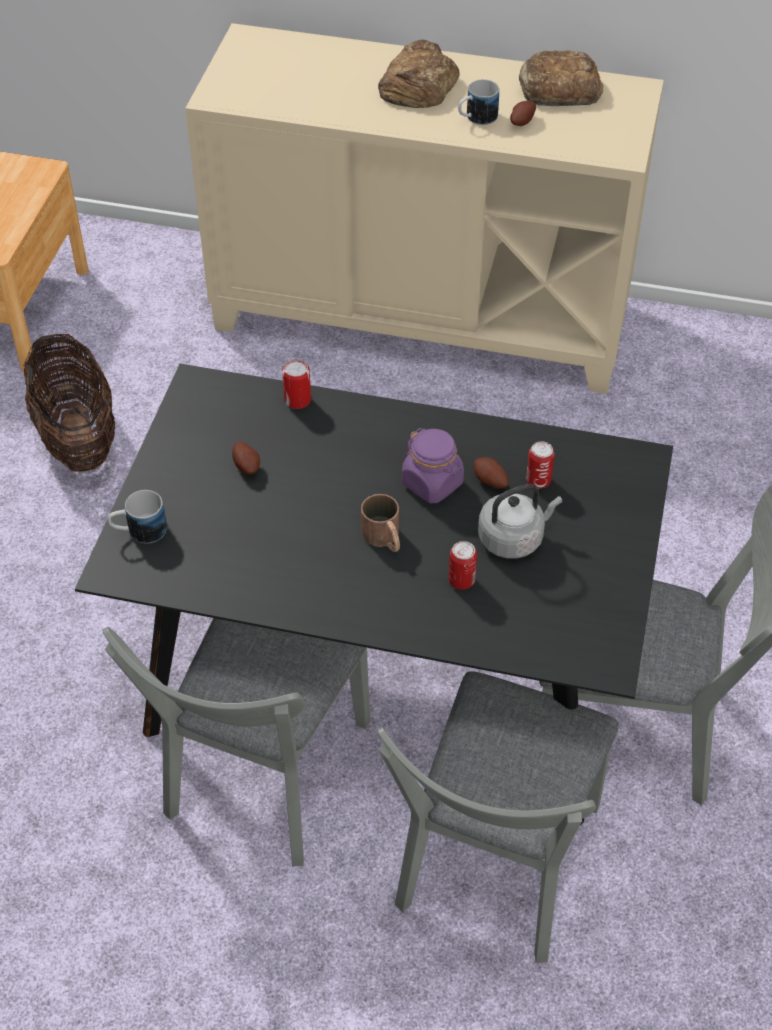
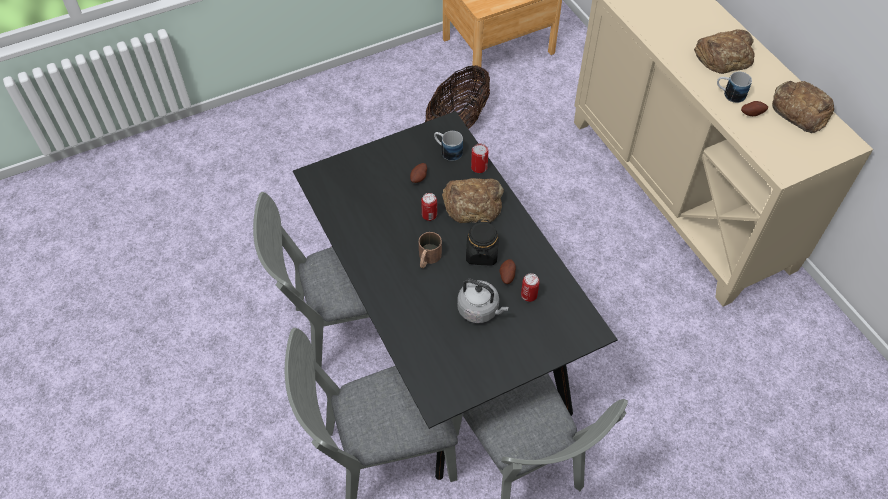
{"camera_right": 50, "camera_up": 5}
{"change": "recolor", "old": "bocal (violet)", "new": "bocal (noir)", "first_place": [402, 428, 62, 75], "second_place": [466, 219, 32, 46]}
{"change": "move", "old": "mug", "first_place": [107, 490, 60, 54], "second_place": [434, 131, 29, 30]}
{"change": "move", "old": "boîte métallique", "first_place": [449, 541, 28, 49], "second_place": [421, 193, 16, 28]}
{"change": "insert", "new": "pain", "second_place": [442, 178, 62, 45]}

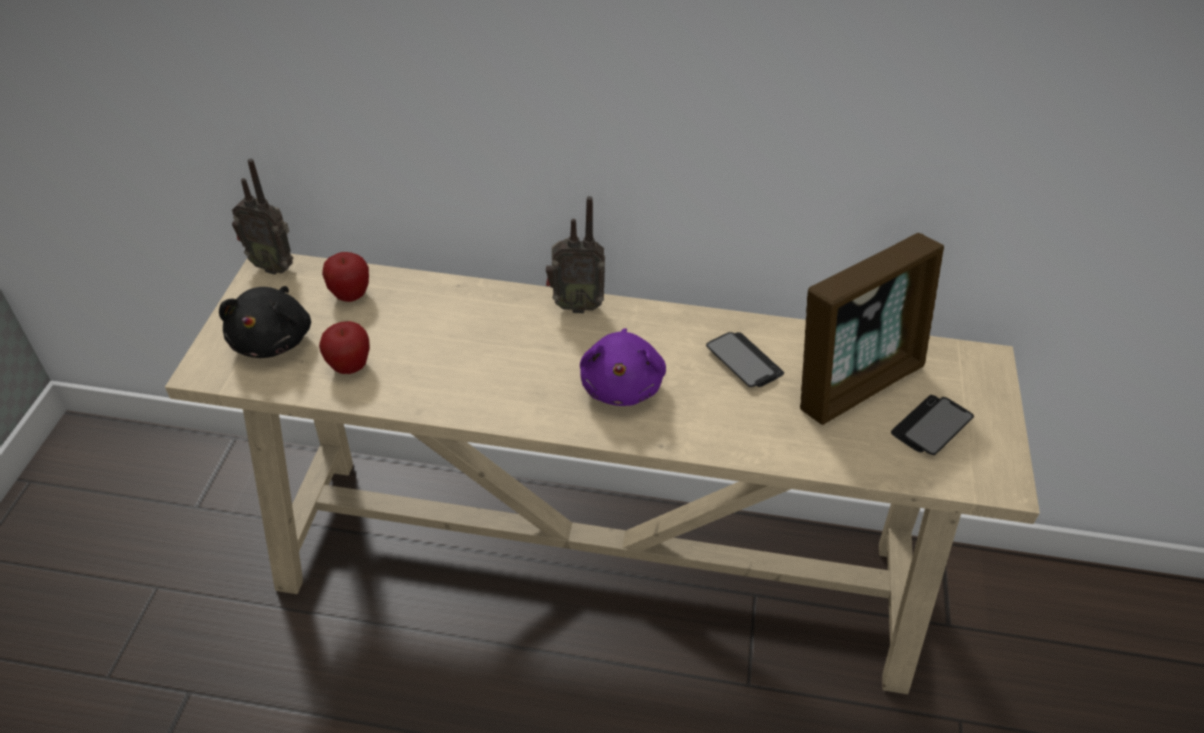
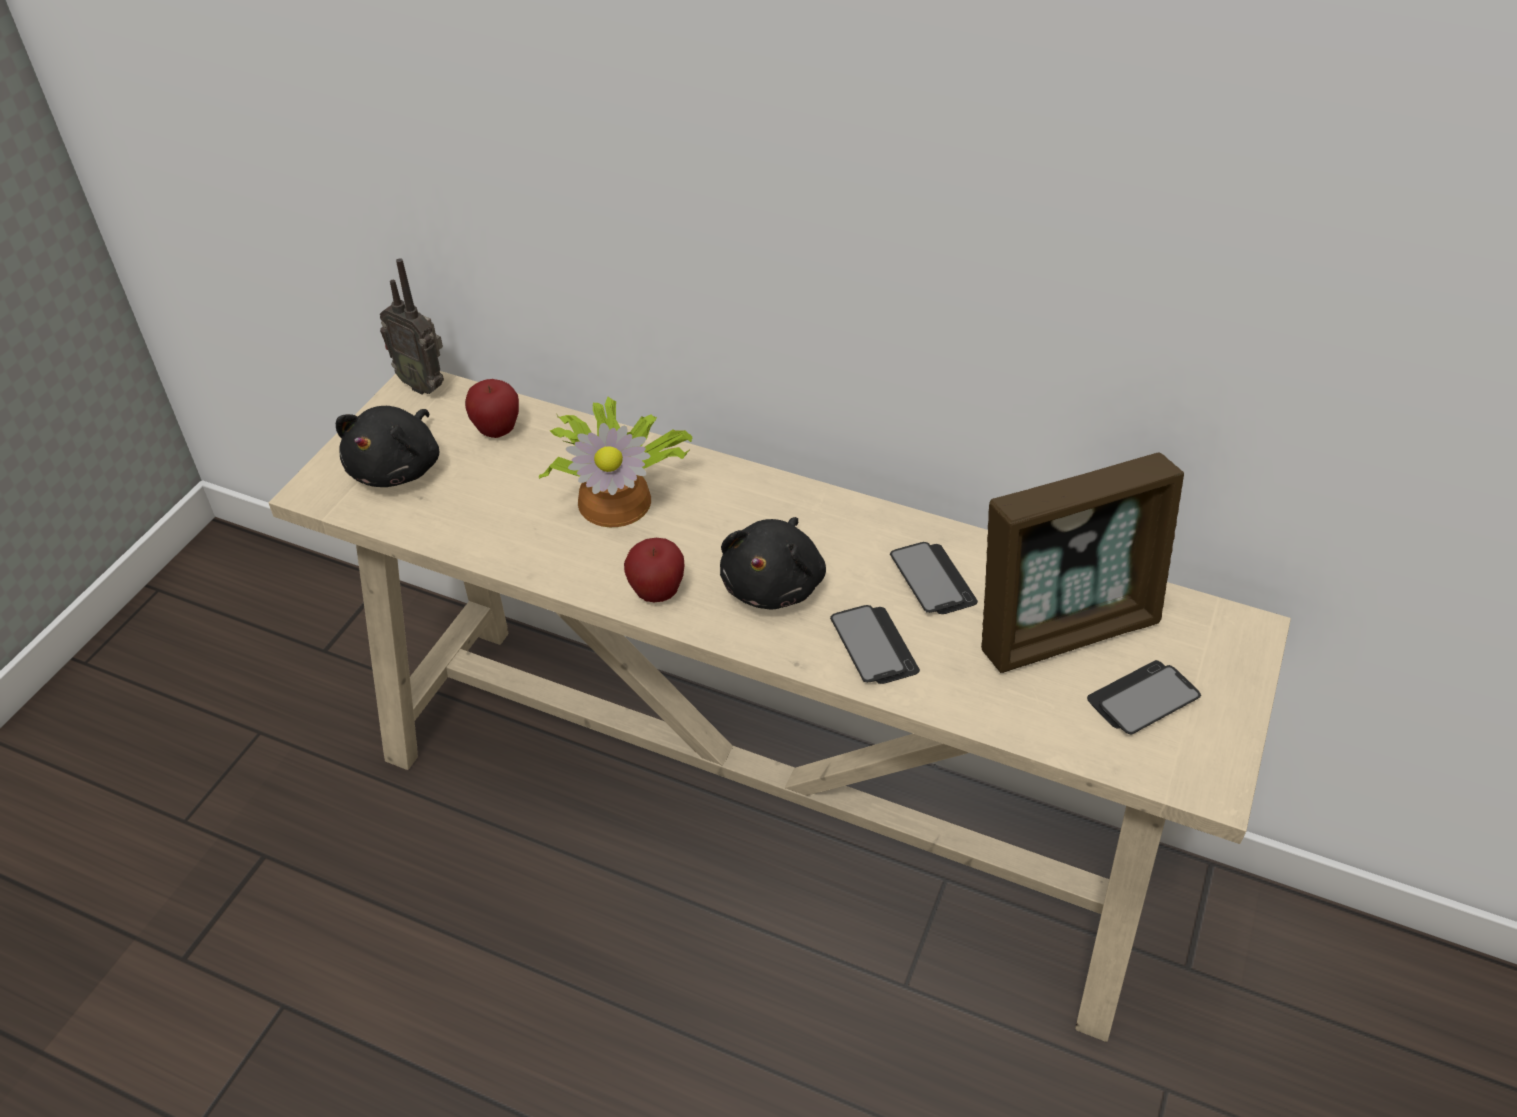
{"camera_right": 15, "camera_up": 0}
{"change": "delete", "old": "radio", "first_place": [546, 196, 59, 117]}
{"change": "move", "old": "pomme", "first_place": [319, 321, 51, 53], "second_place": [624, 538, 60, 64]}
{"change": "recolor", "old": "peluche (violet)", "new": "peluche (noir)", "first_place": [580, 328, 86, 78], "second_place": [720, 517, 106, 92]}
{"change": "insert", "new": "plante en pot", "second_place": [538, 397, 154, 130]}
{"change": "insert", "new": "téléphone", "second_place": [830, 605, 90, 79]}

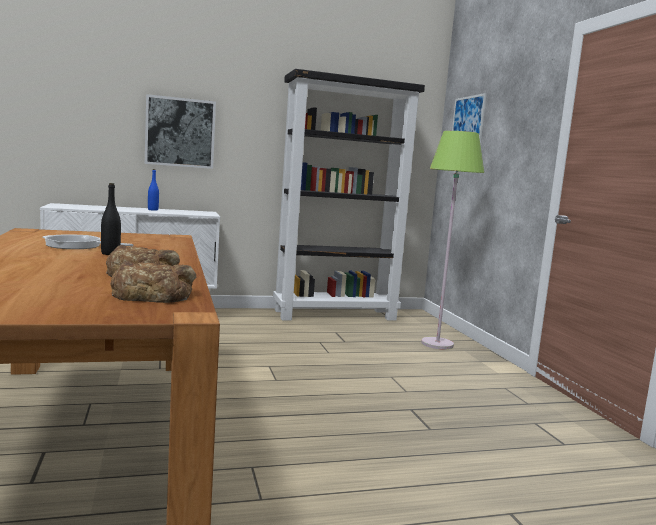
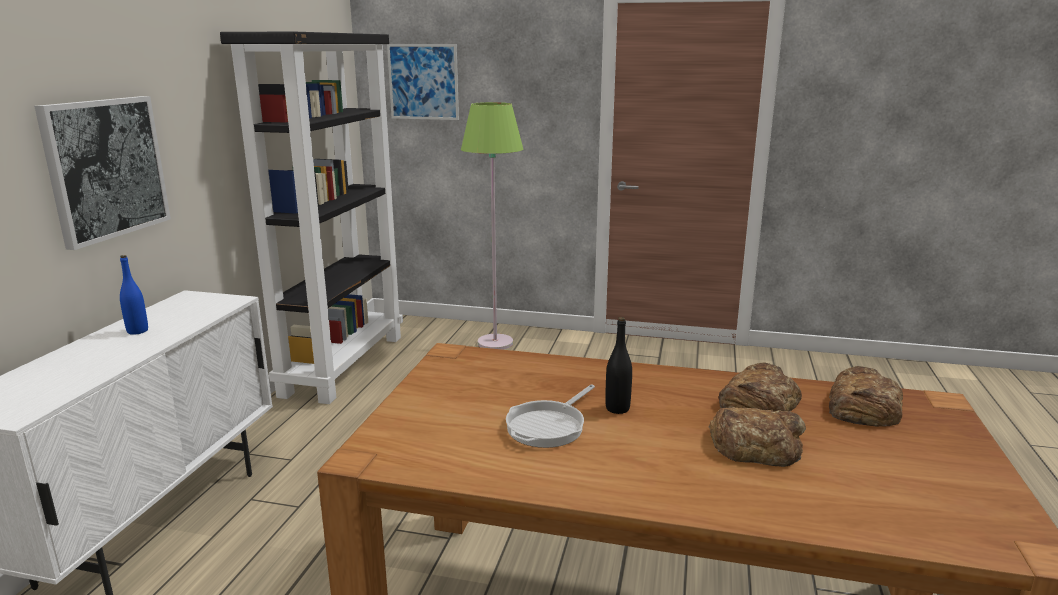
{"camera_right": -60, "camera_up": 10}
{"change": "insert", "new": "pain", "second_place": [709, 407, 97, 60]}

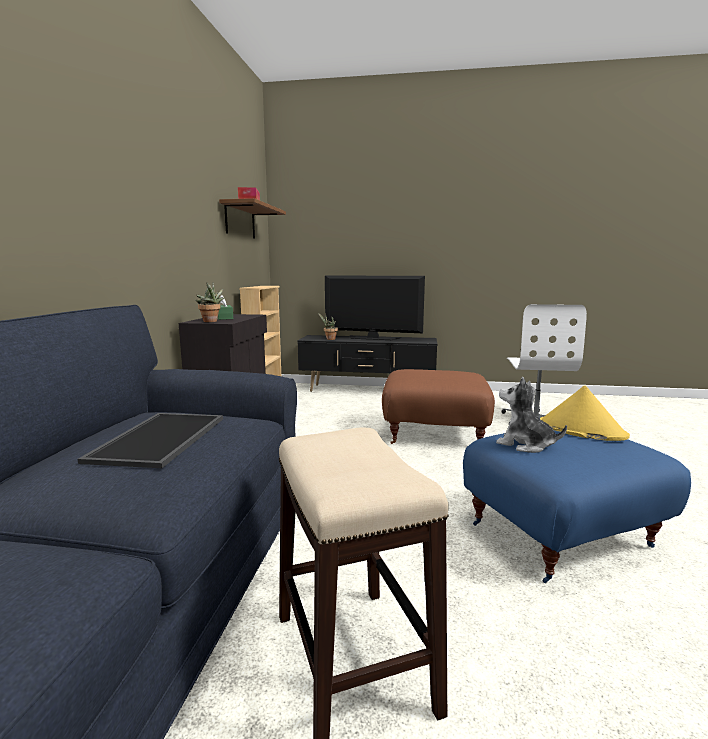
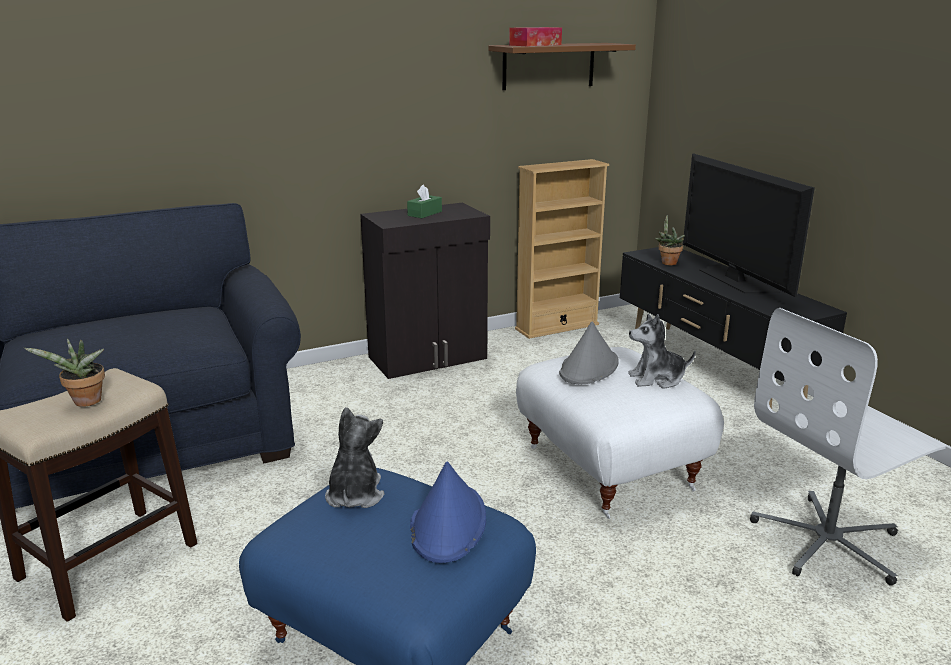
{"camera_right": 55, "camera_up": 10}
{"change": "move", "old": "plante en pot", "first_place": [196, 283, 29, 39], "second_place": [24, 338, 81, 69]}
{"change": "recolor", "old": "pouf (marron)", "new": "pouf (blanc)", "first_place": [382, 369, 113, 75], "second_place": [516, 347, 208, 172]}
{"change": "recolor", "old": "chapeau (jaune)", "new": "chapeau (bleu)", "first_place": [540, 385, 90, 56], "second_place": [410, 462, 76, 101]}
{"change": "delete", "old": "plateau", "first_place": [78, 413, 145, 55]}
{"change": "insert", "new": "peluche", "second_place": [628, 314, 68, 75]}
{"change": "insert", "new": "chapeau (gris)", "second_place": [559, 322, 60, 62]}

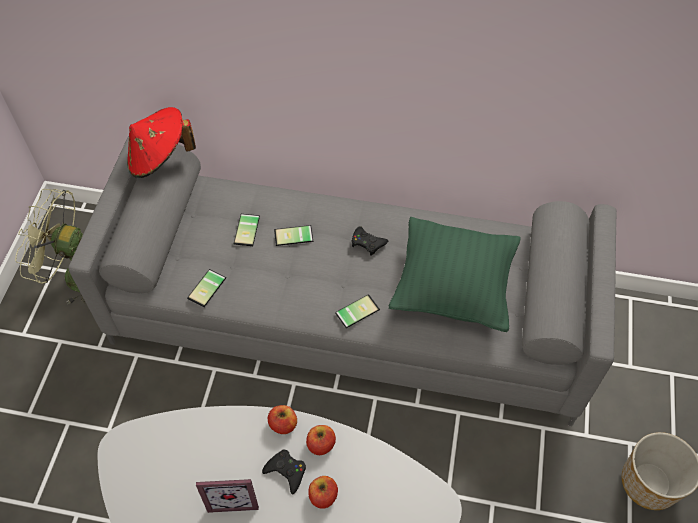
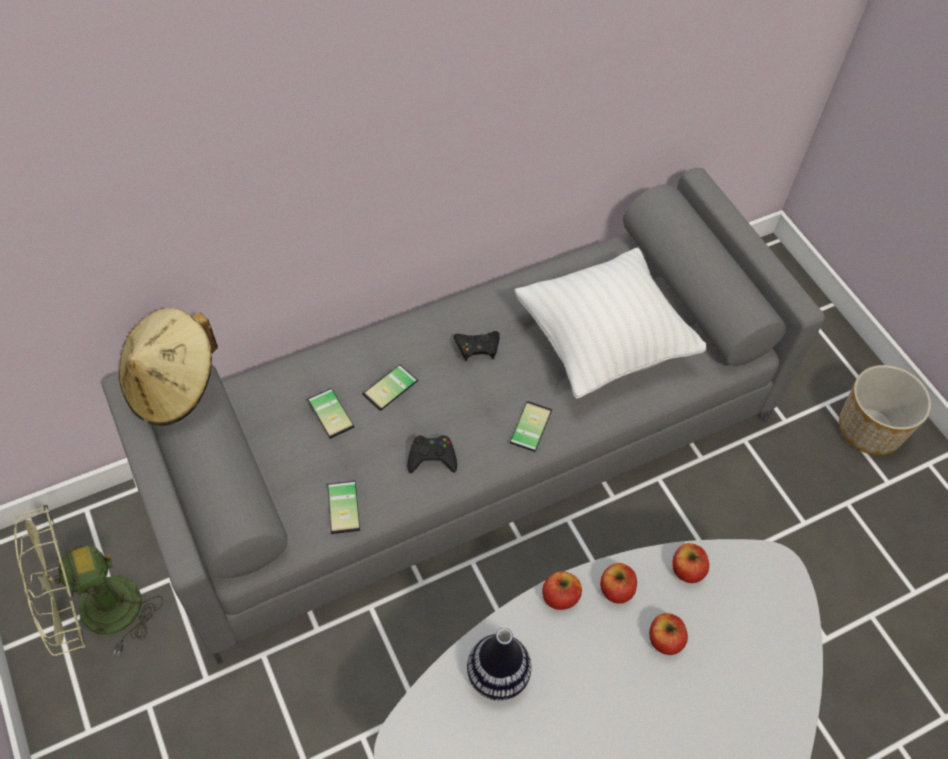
{"camera_right": -40, "camera_up": 0}
{"change": "recolor", "old": "chapeau (rouge)", "new": "chapeau (beige)", "first_place": [127, 107, 69, 71], "second_place": [119, 308, 99, 118]}
{"change": "recolor", "old": "coussin (vert)", "new": "coussin (blanc)", "first_place": [389, 217, 131, 115], "second_place": [514, 247, 193, 152]}
{"change": "move", "old": "manette (noir)", "first_place": [262, 449, 44, 45], "second_place": [407, 435, 50, 38]}
{"change": "delete", "old": "cadre photo", "first_place": [196, 479, 63, 34]}
{"change": "insert", "new": "pomme", "second_place": [672, 543, 37, 40]}
{"change": "insert", "new": "vase", "second_place": [467, 628, 64, 73]}

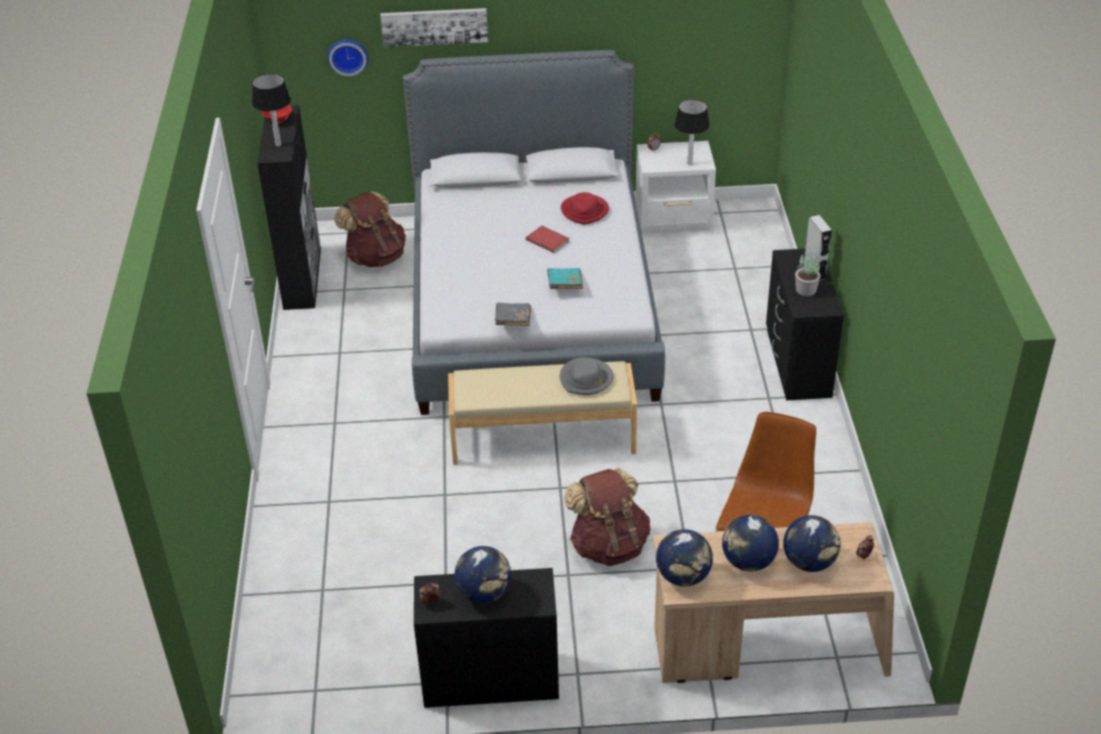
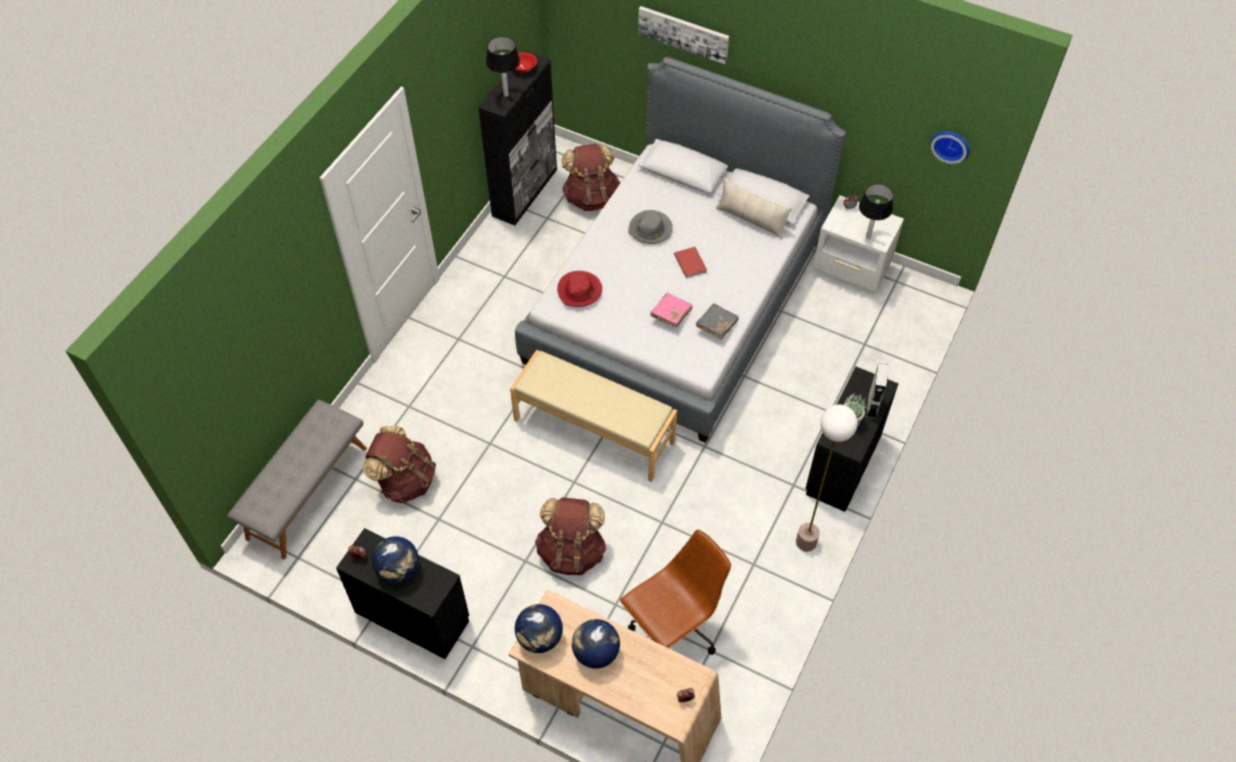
{"camera_right": 30, "camera_up": 15}
{"change": "move", "old": "horloge murale", "first_place": [327, 39, 42, 37], "second_place": [930, 131, 40, 33]}
{"change": "move", "old": "chapeau (rouge)", "first_place": [561, 192, 48, 33], "second_place": [557, 271, 45, 36]}
{"change": "recolor", "old": "livre (turquoise)", "new": "livre (rose)", "first_place": [547, 268, 36, 21], "second_place": [650, 293, 43, 35]}
{"change": "move", "old": "livre (gris)", "first_place": [495, 303, 36, 23], "second_place": [696, 303, 43, 36]}
{"change": "move", "old": "chapeau (gris)", "first_place": [560, 358, 53, 37], "second_place": [628, 210, 45, 34]}
{"change": "delete", "old": "globe", "first_place": [783, 515, 58, 57]}
{"change": "insert", "new": "coussin (beige)", "second_place": [716, 178, 76, 61]}
{"change": "insert", "new": "banc (gris)", "second_place": [227, 400, 140, 160]}
{"change": "insert", "new": "lampadaire", "second_place": [796, 404, 62, 148]}
{"change": "insert", "new": "sac à dos (marron)", "second_place": [363, 426, 73, 77]}

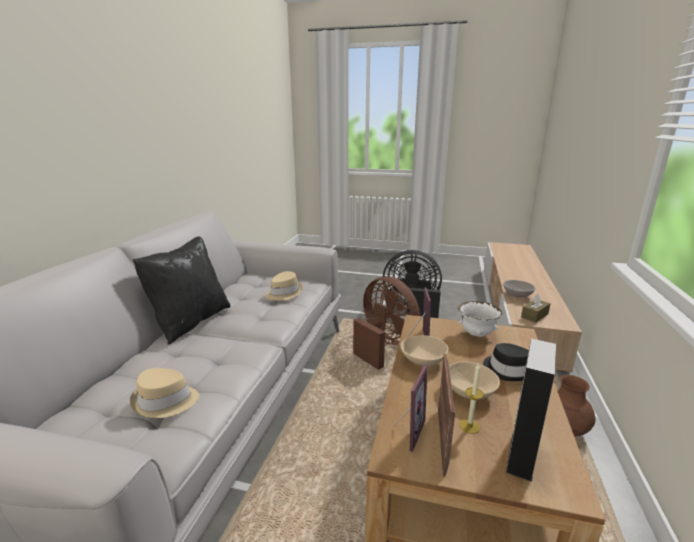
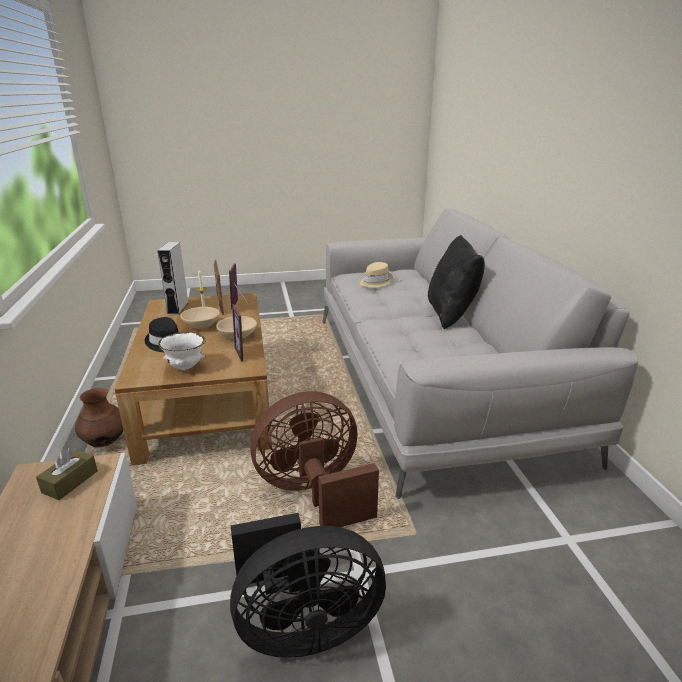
{"camera_right": 155, "camera_up": 5}
{"change": "delete", "old": "chapeau (beige)", "first_place": [265, 271, 37, 30]}
{"change": "rotate", "old": "ventilateur (marron)", "first_place": [353, 277, 67, 93], "second_place": [250, 391, 129, 136], "degrees": 135}
{"change": "delete", "old": "bol (gris)", "first_place": [503, 280, 32, 18]}

